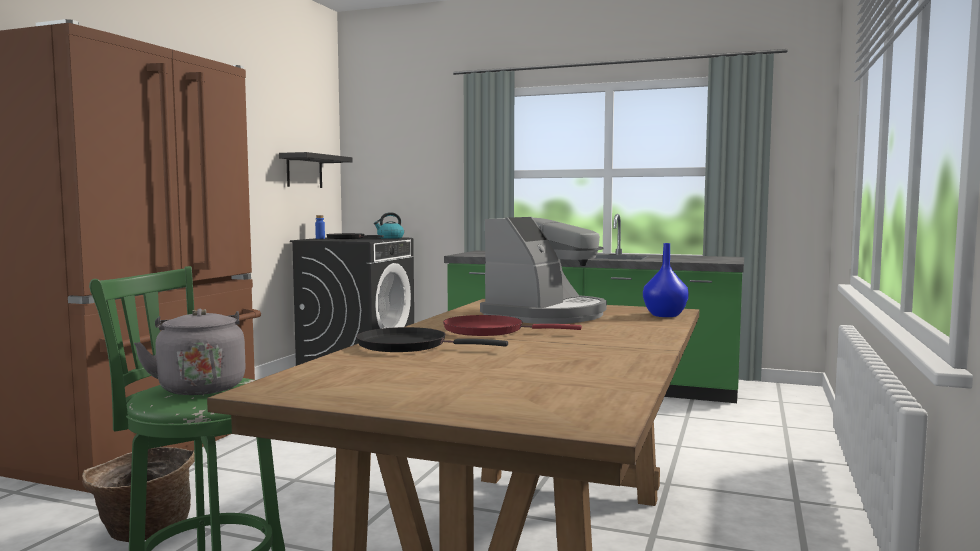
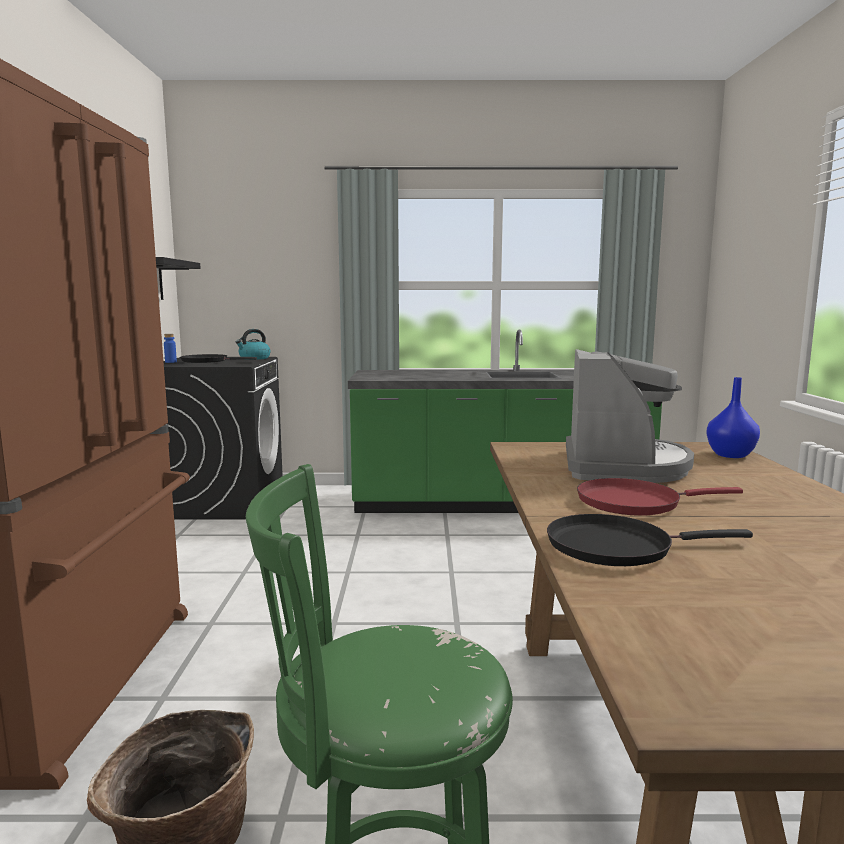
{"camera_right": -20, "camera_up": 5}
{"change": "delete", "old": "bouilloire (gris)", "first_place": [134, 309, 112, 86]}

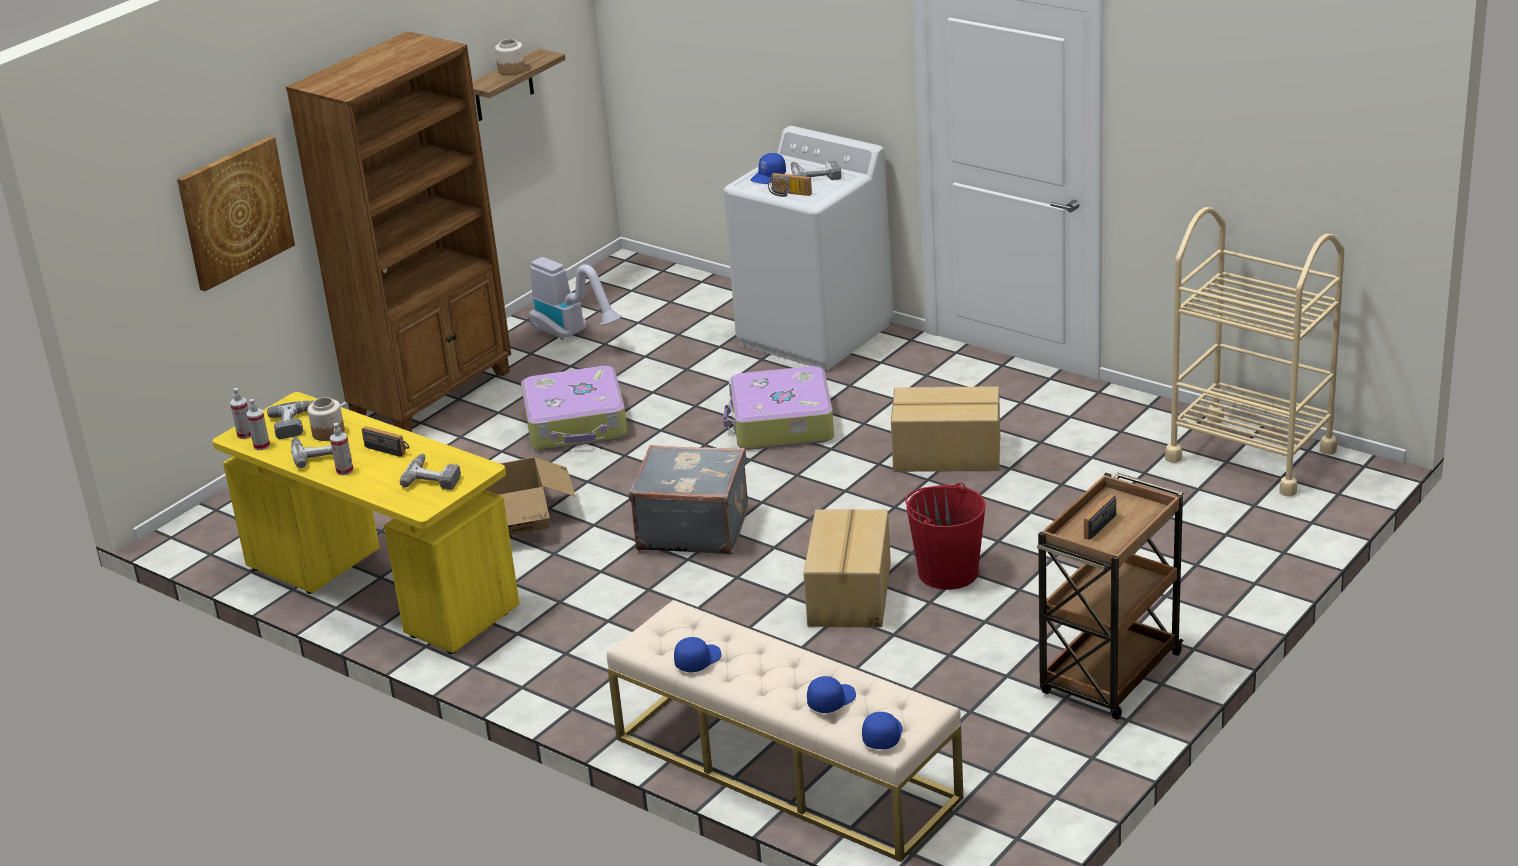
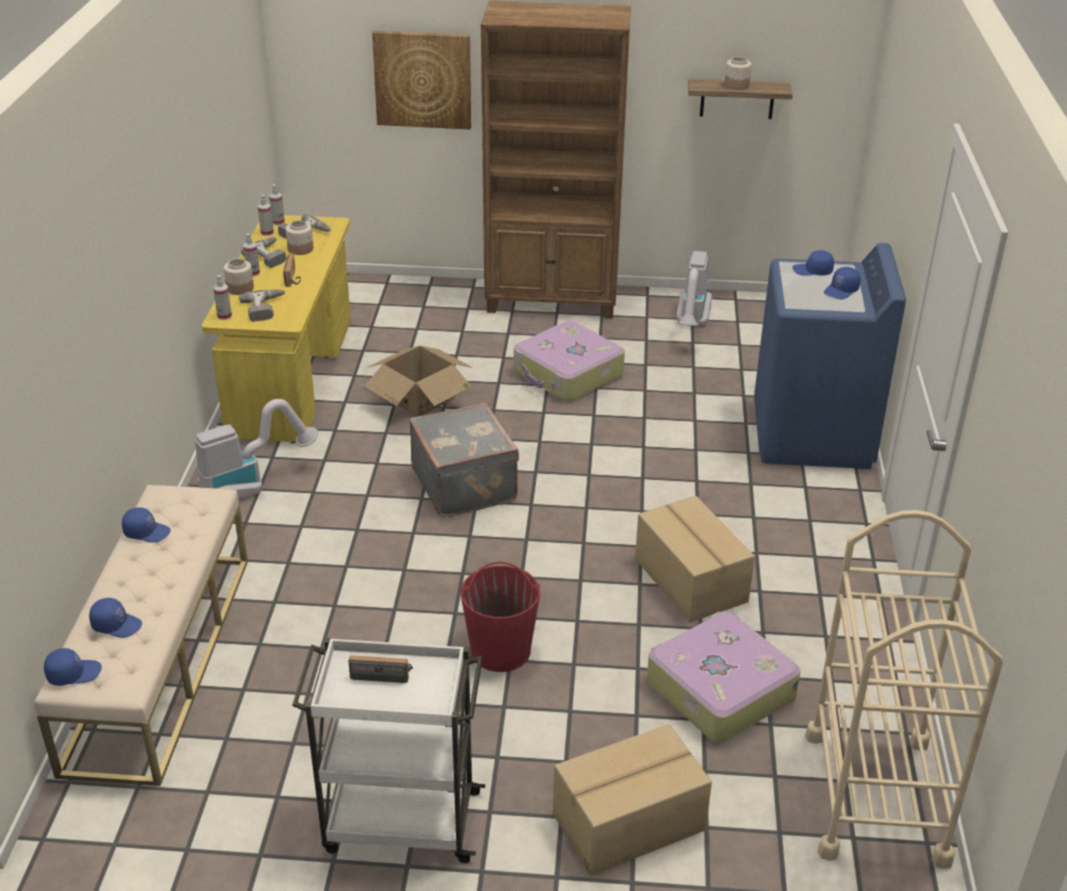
{"camera_right": 55, "camera_up": 5}
{"change": "recolor", "old": "lave-linge (blanc)", "new": "lave-linge (bleu)", "first_place": [723, 126, 171, 244], "second_place": [754, 243, 152, 226]}
{"change": "replace", "old": "perceuse", "new": "casquette (bleu)", "first_place": [791, 160, 50, 20], "second_place": [824, 267, 36, 32]}
{"change": "delete", "old": "radio", "first_place": [768, 173, 44, 24]}
{"change": "move", "old": "valise", "first_place": [723, 366, 111, 84], "second_place": [647, 612, 154, 131]}
{"change": "recolor", "old": "chariot (marron)", "new": "chariot (blanc)", "first_place": [1037, 472, 147, 248], "second_place": [292, 637, 193, 226]}
{"change": "move", "old": "carton", "first_place": [803, 509, 88, 119], "second_place": [553, 724, 159, 152]}
{"change": "insert", "new": "bocal", "second_place": [224, 258, 30, 37]}
{"change": "insert", "new": "vaporisateur", "second_place": [213, 275, 19, 45]}
{"change": "insert", "new": "aspirateur", "second_place": [195, 399, 123, 100]}

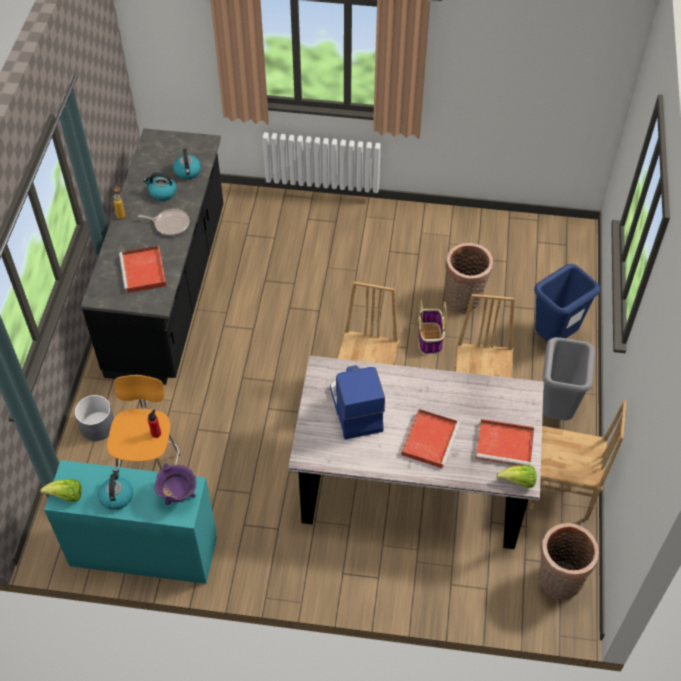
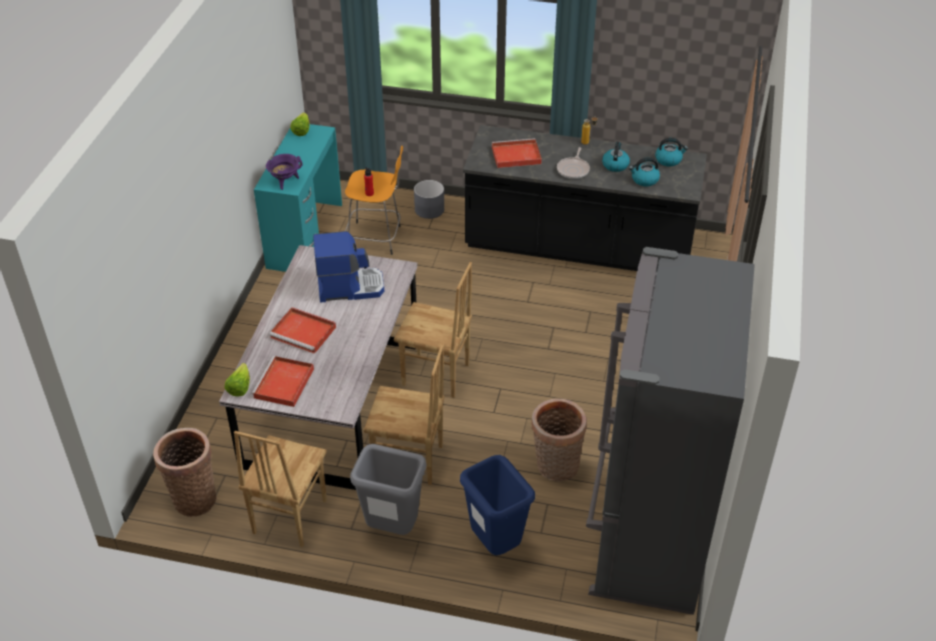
{"camera_right": 95, "camera_up": -10}
{"change": "delete", "old": "panier", "first_place": [418, 301, 29, 53]}
{"change": "move", "old": "bouilloire", "first_place": [98, 468, 35, 42], "second_place": [655, 138, 33, 28]}
{"change": "insert", "new": "réfrigérateur (gris)", "second_place": [586, 247, 169, 368]}

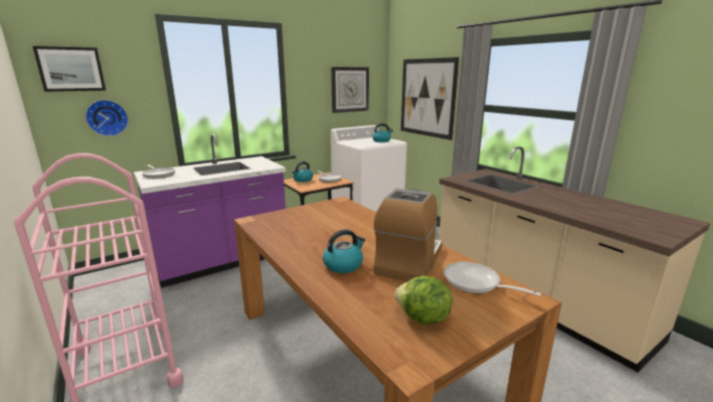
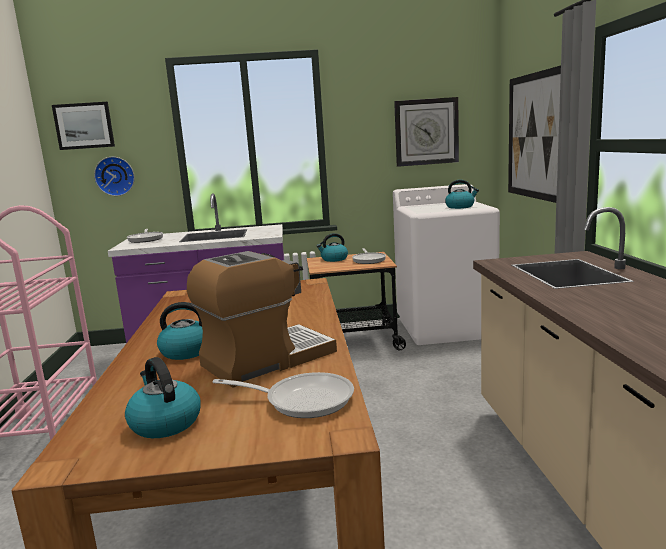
{"camera_right": 30, "camera_up": -5}
{"change": "rotate", "old": "poêle", "first_place": [444, 262, 97, 34], "second_place": [212, 372, 142, 46], "degrees": 120}
{"change": "replace", "old": "laitue", "new": "bouilloire", "first_place": [395, 276, 57, 48], "second_place": [125, 357, 76, 81]}

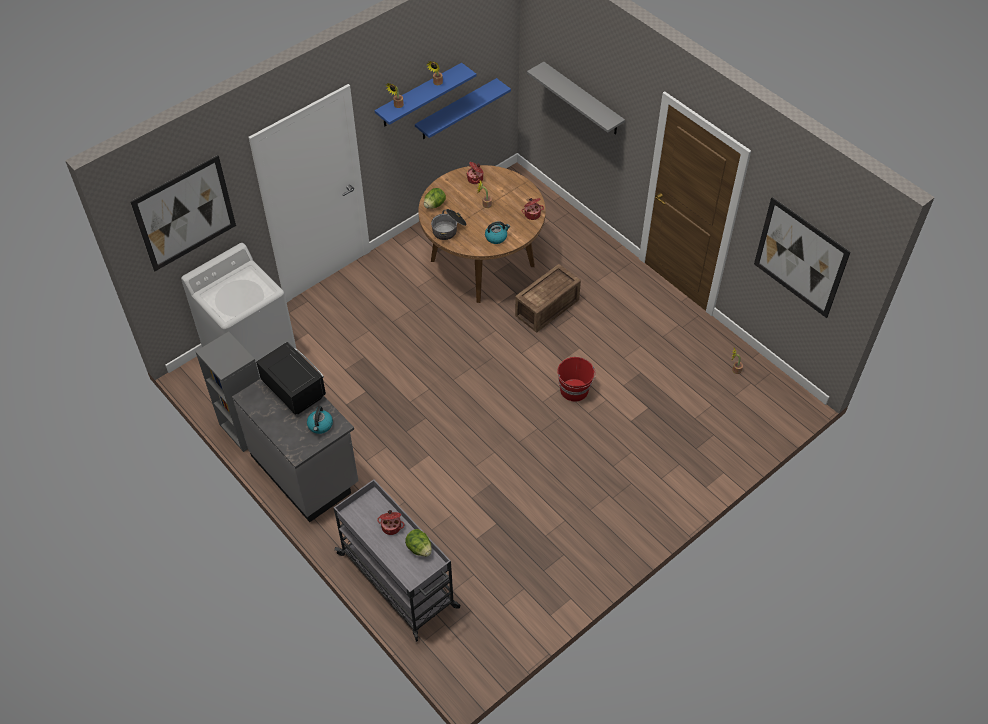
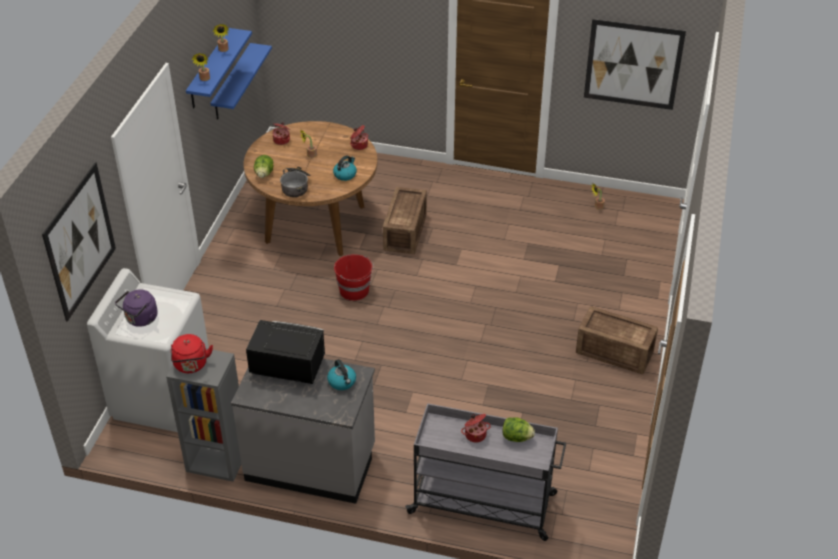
{"camera_right": -35, "camera_up": -10}
{"change": "delete", "old": "étagère (gris)", "first_place": [527, 62, 98, 73]}
{"change": "move", "old": "seau (rouge)", "first_place": [557, 357, 39, 45], "second_place": [334, 254, 40, 47]}
{"change": "insert", "new": "bouilloire (violet)", "second_place": [115, 289, 42, 38]}
{"change": "insert", "new": "caisse", "second_place": [576, 306, 82, 68]}
{"change": "insert", "new": "bouilloire (rouge)", "second_place": [171, 334, 42, 39]}

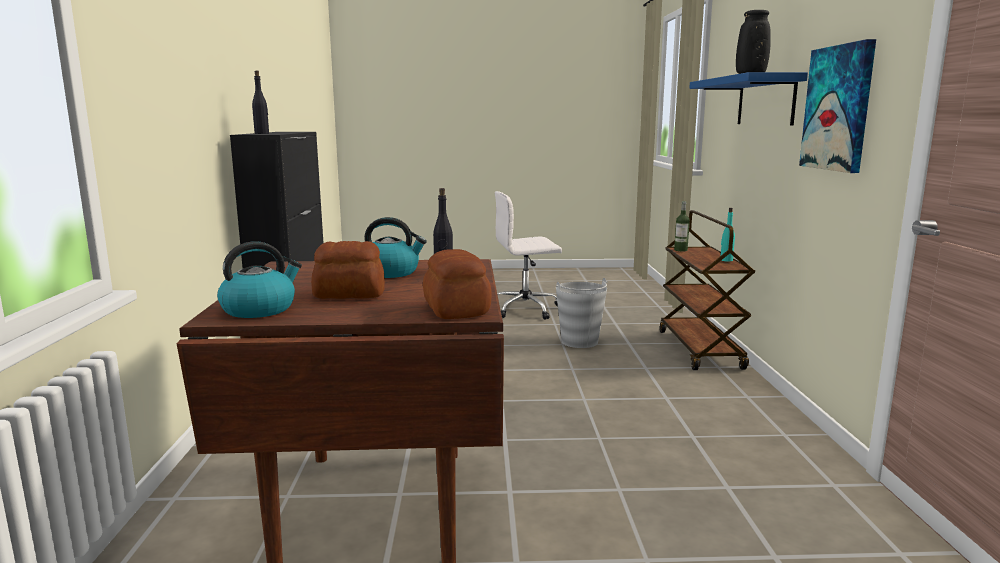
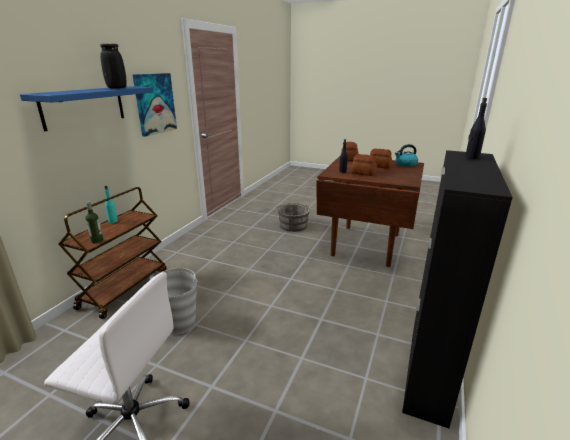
{"camera_right": -155, "camera_up": 10}
{"change": "replace", "old": "bouilloire", "new": "pain", "first_place": [365, 217, 62, 61], "second_place": [351, 154, 26, 22]}
{"change": "insert", "new": "seau (gris)", "second_place": [276, 203, 34, 29]}

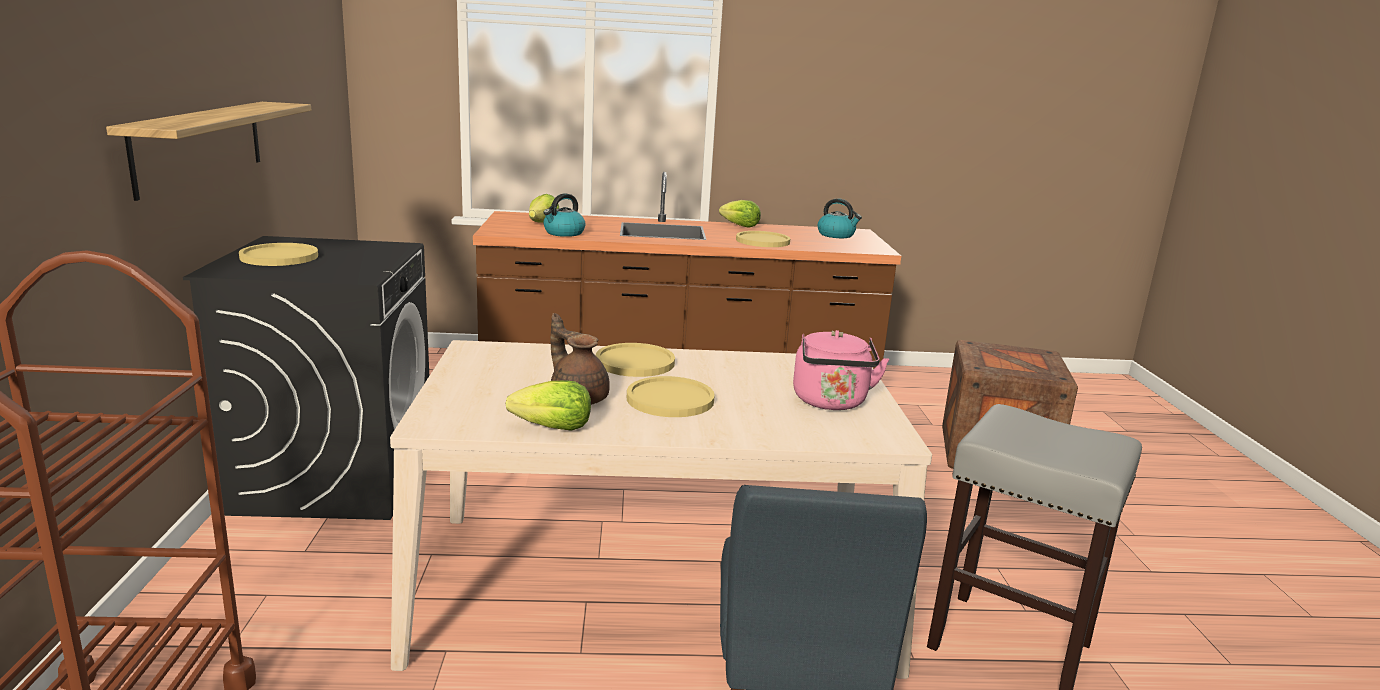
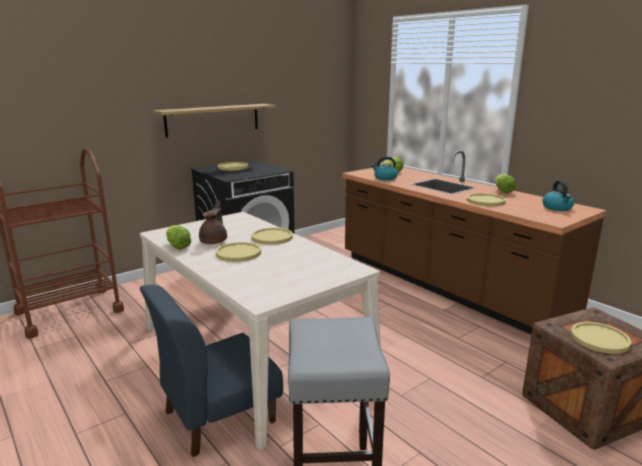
{"camera_right": 55, "camera_up": 0}
{"change": "delete", "old": "bouilloire (rose)", "first_place": [793, 330, 96, 80]}
{"change": "insert", "new": "assiette (jaune)", "second_place": [571, 322, 60, 32]}

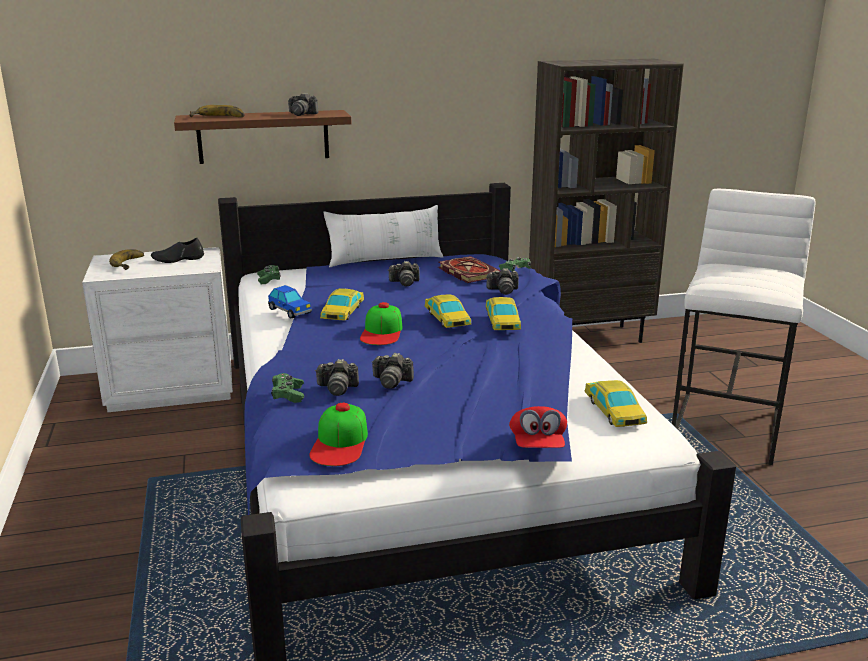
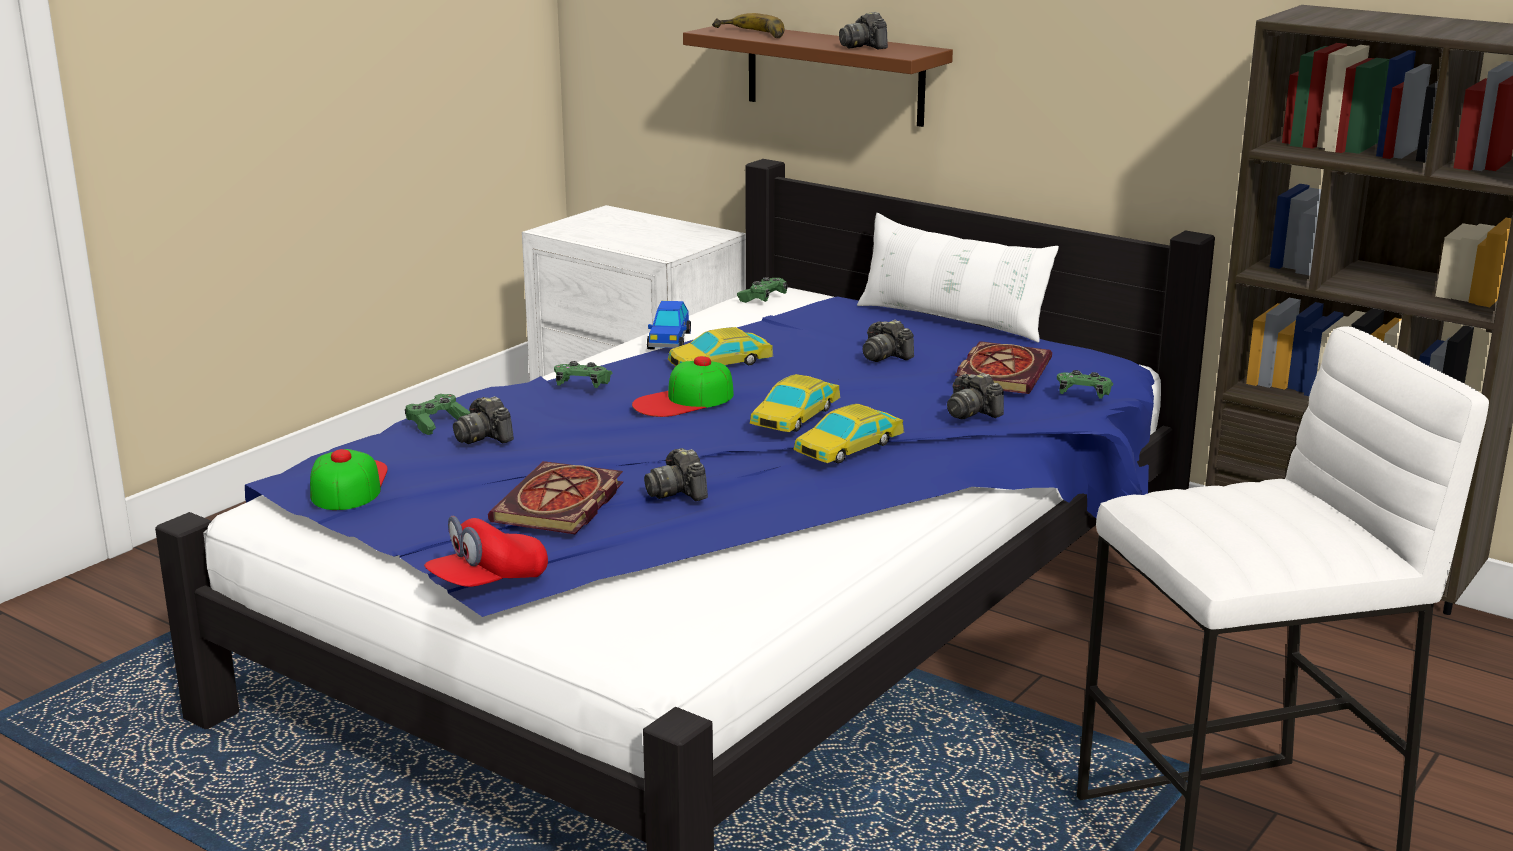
{"camera_right": 50, "camera_up": 0}
{"change": "delete", "old": "chaussure (noir)", "first_place": [150, 238, 54, 25]}
{"change": "delete", "old": "banane", "first_place": [109, 249, 35, 21]}
{"change": "move", "old": "appareil photo", "first_place": [372, 353, 42, 36], "second_place": [644, 448, 64, 53]}
{"change": "delete", "old": "petite voiture", "first_place": [584, 380, 63, 47]}
{"change": "rotate", "old": "casquette", "first_place": [309, 403, 59, 63], "second_place": [310, 449, 78, 61], "degrees": 120}
{"change": "insert", "new": "manette (vert)", "second_place": [554, 361, 59, 27]}
{"change": "insert", "new": "livre", "second_place": [488, 461, 135, 73]}

